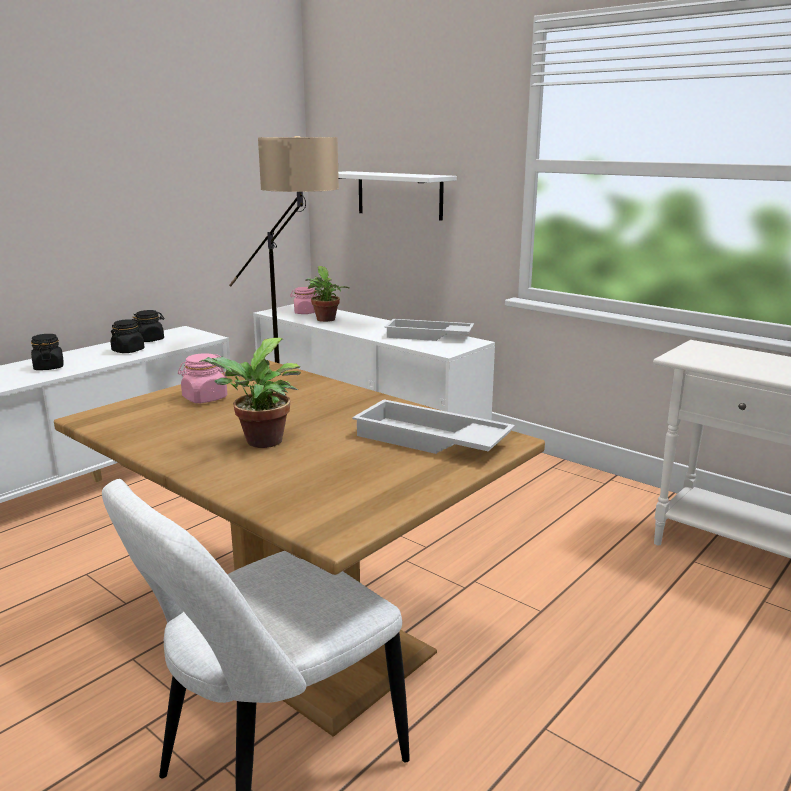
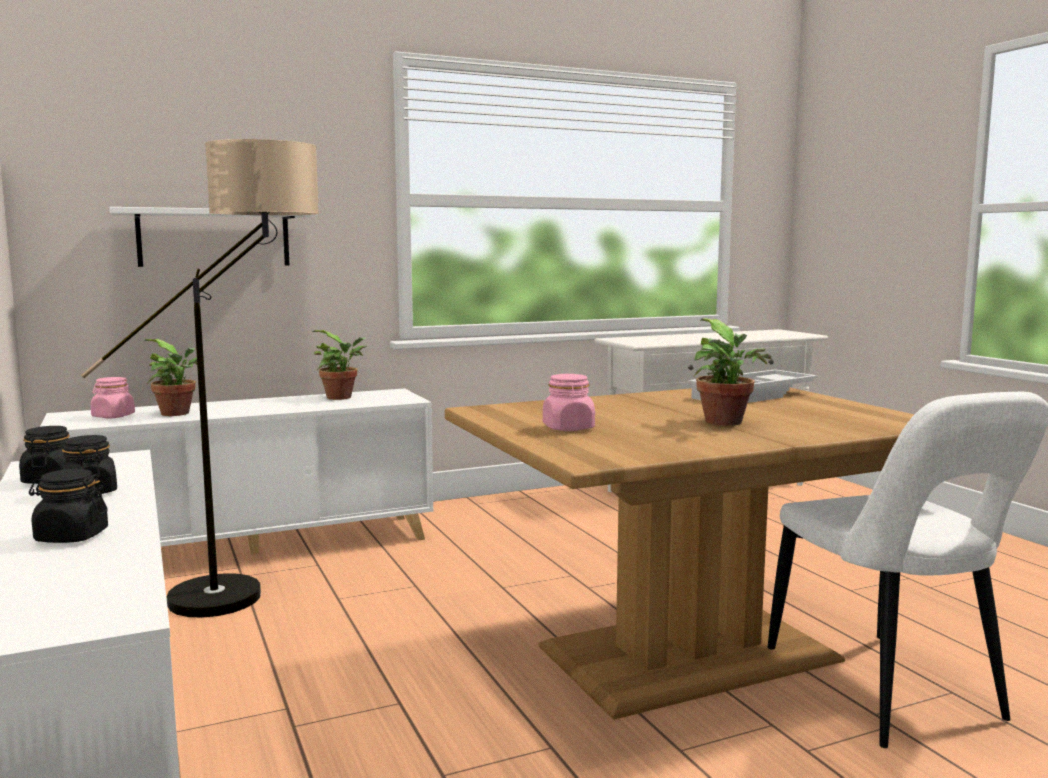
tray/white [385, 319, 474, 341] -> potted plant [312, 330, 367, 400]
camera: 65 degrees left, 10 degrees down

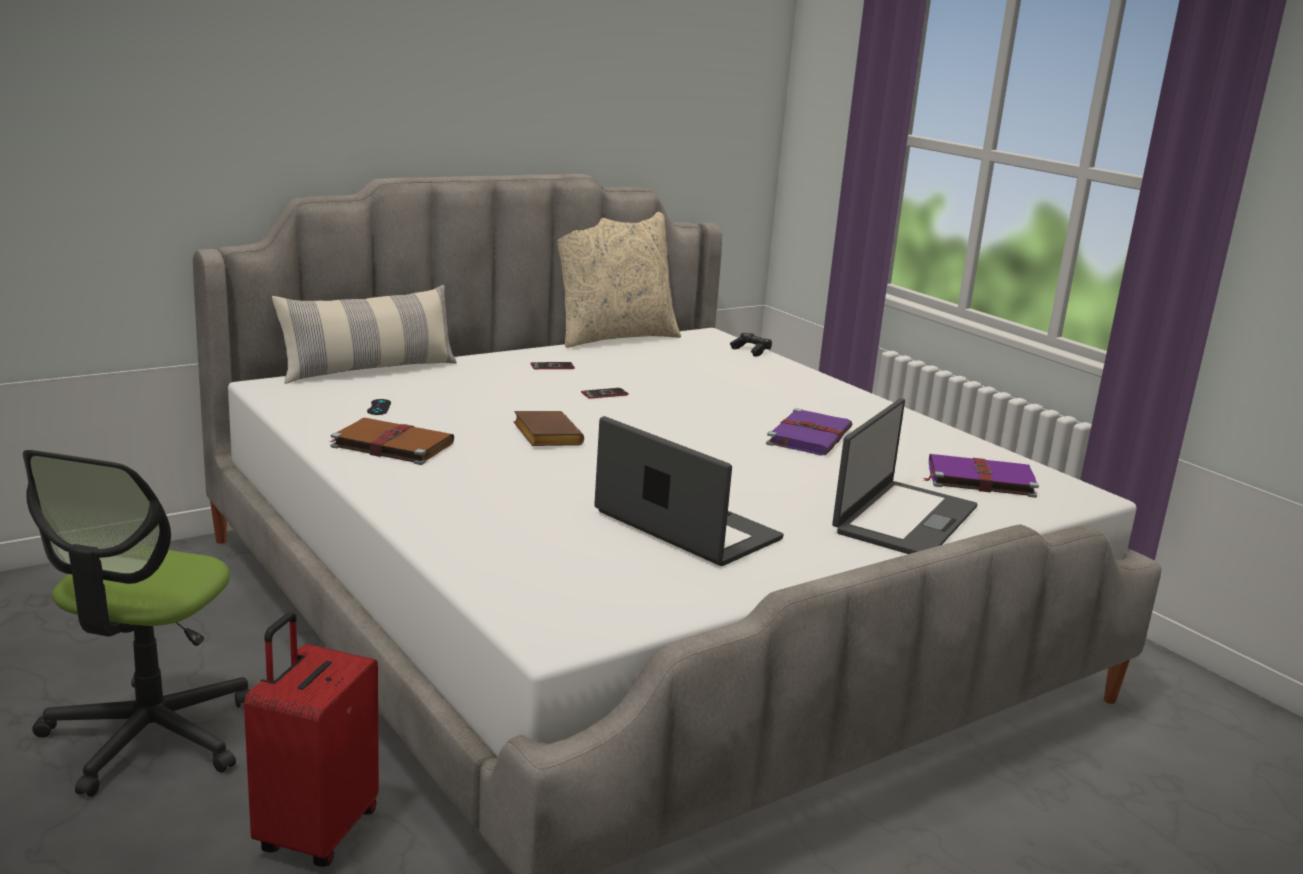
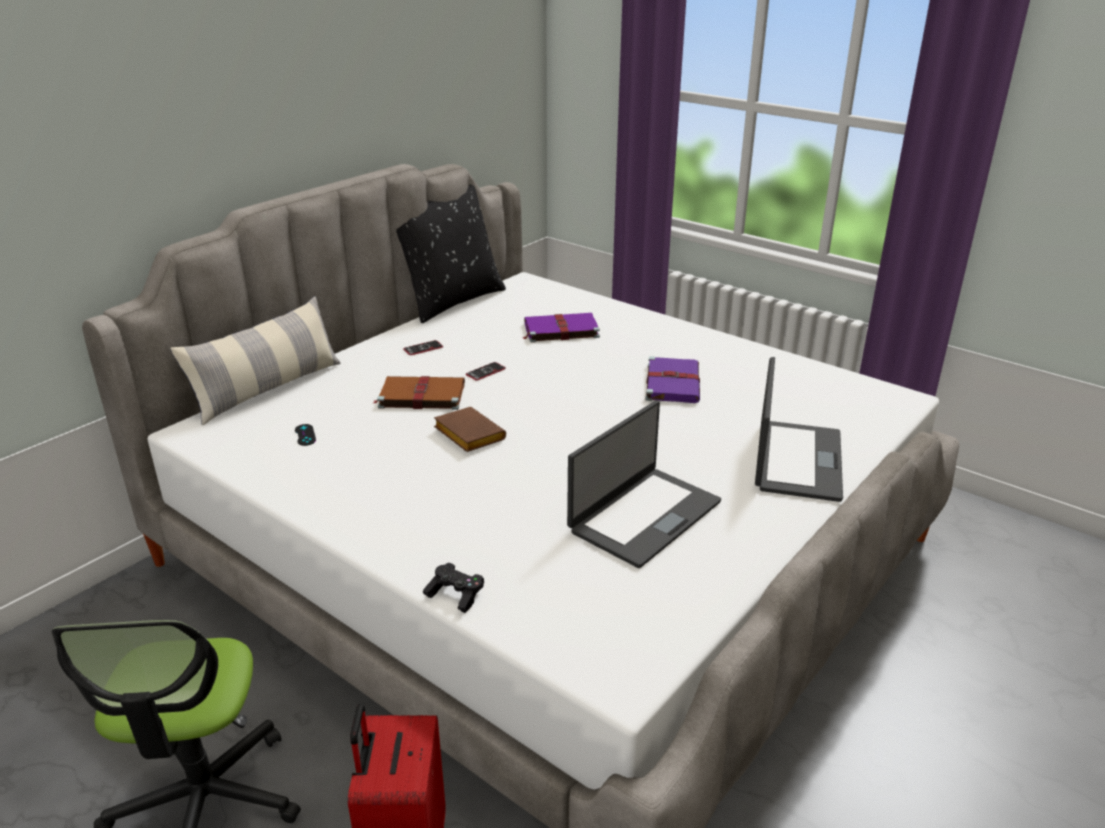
book/brown [329, 418, 454, 465] -> book/brown [373, 376, 465, 410], shifted
game controller/black [730, 333, 772, 357] -> game controller/black [423, 563, 484, 613], shifted
book/purple [923, 454, 1039, 498] -> book/purple [523, 313, 600, 342], shifted
pillow/beige [557, 212, 681, 348] -> pillow/black [396, 184, 506, 323]
laptop [594, 416, 784, 566] -> laptop [567, 401, 721, 568], 105 degrees clockwise
camera: 15 degrees left, 10 degrees up

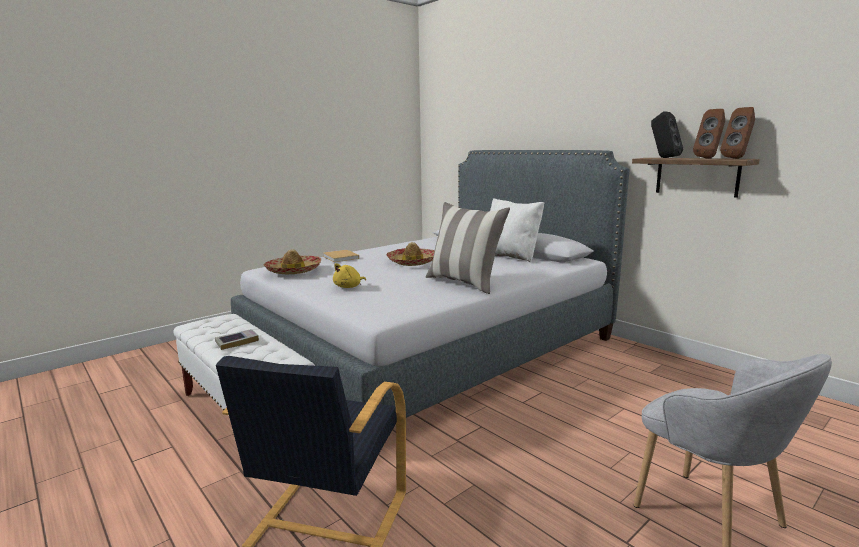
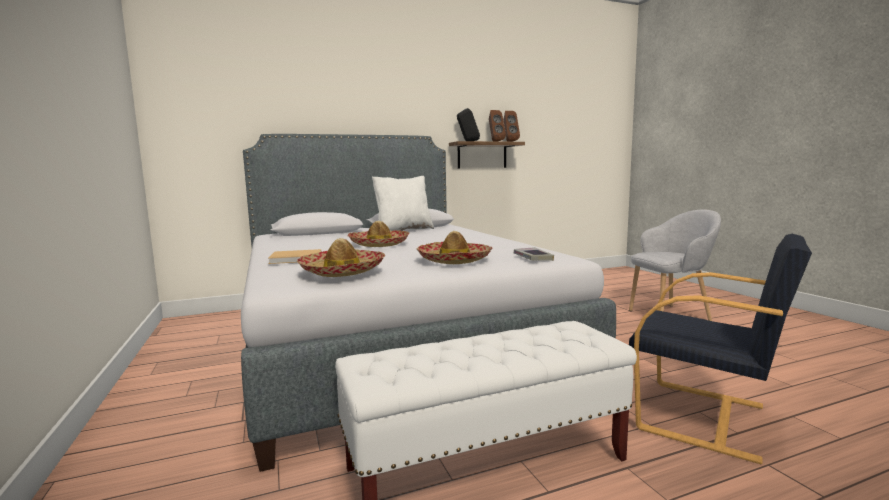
pillow [426, 202, 510, 294] -> none
book [215, 329, 259, 350] -> book [514, 247, 554, 261], shifted
plush toy/yellow [333, 263, 366, 288] -> hat [417, 231, 492, 264]
camera: 70 degrees left, 5 degrees down

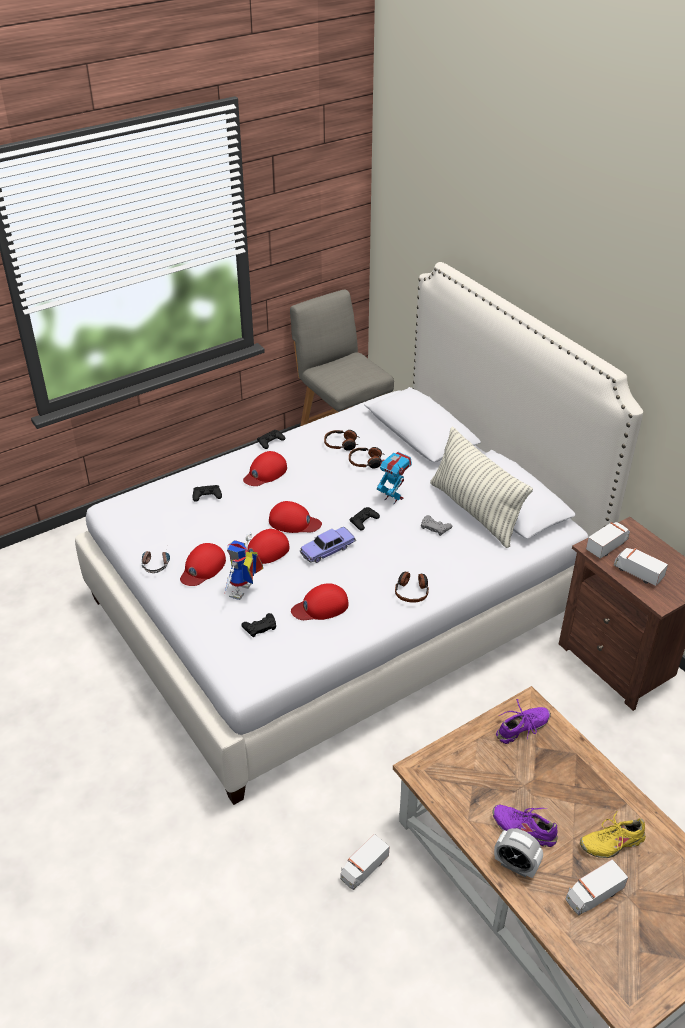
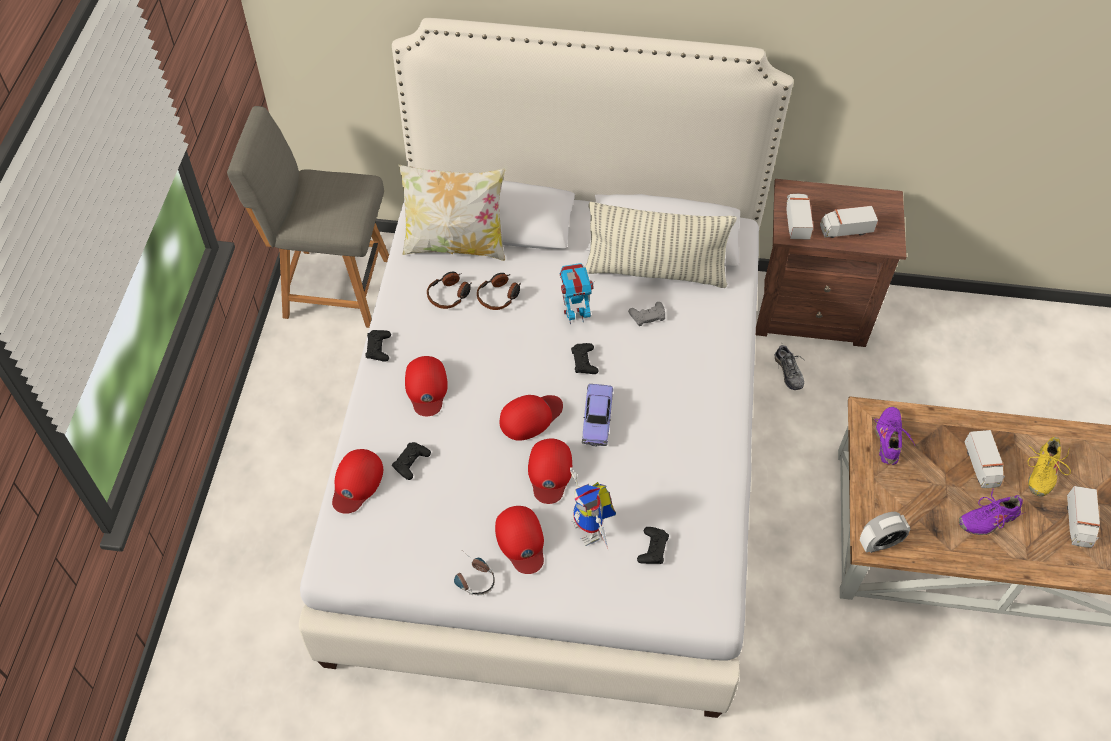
headphones [395, 571, 429, 603] -> none
none -> pillow [398, 165, 505, 261]
none -> shoe [775, 345, 805, 390]
cap/red [291, 583, 349, 620] -> cap/red [332, 449, 383, 514], shifted
toy truck [340, 834, 390, 890] -> toy truck [964, 430, 1005, 488], shifted
alarm clock [494, 828, 543, 878] -> alarm clock [860, 512, 910, 553], shifted
camera: 50 degrees left, 15 degrees up

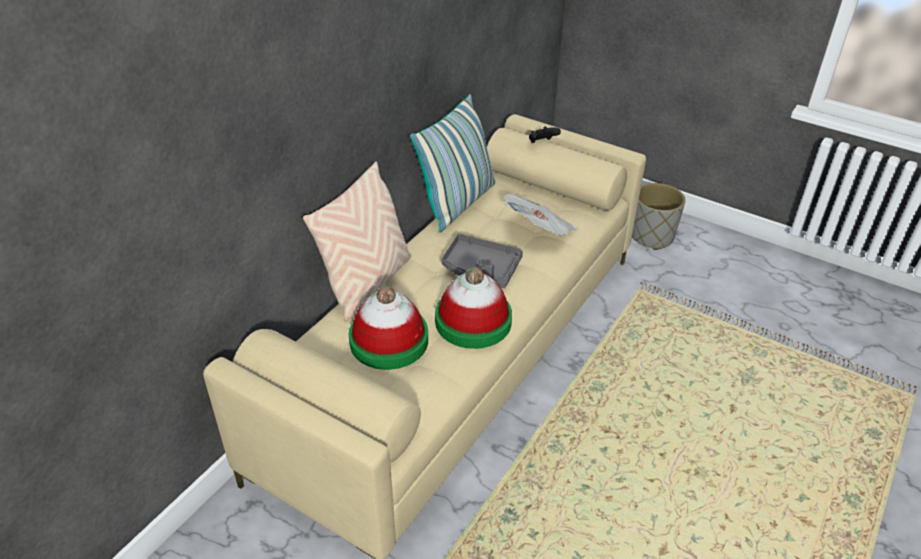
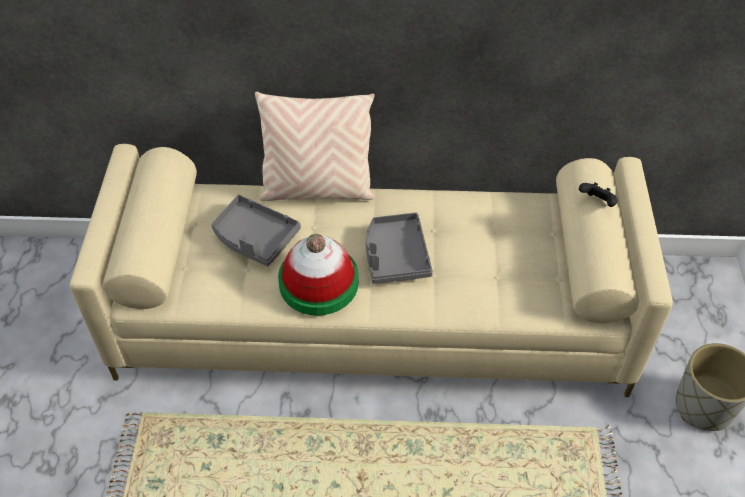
pillow [410, 94, 495, 233] -> none
newspaper [503, 194, 579, 236] -> none
hat [349, 286, 428, 370] -> tray/grey [211, 195, 301, 267]
camera: 60 degrees right, 10 degrees up

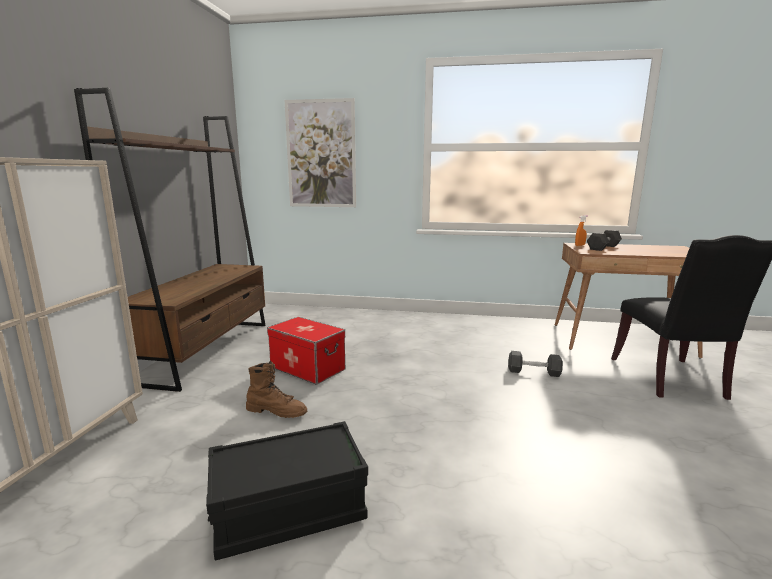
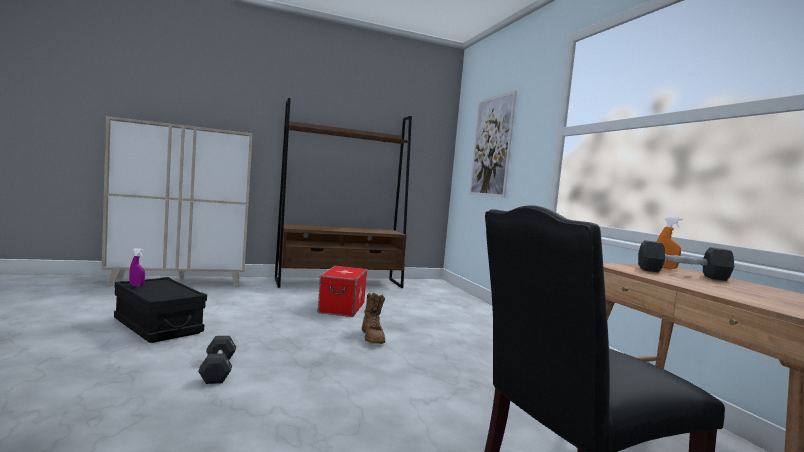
none -> spray bottle/purple [129, 248, 145, 286]
boot/brown [246, 361, 307, 418] -> boot/brown [362, 293, 385, 344], shifted
dumbbell/black [508, 351, 563, 377] -> dumbbell/black [198, 336, 236, 384], shifted
camera: 60 degrees right, 10 degrees down

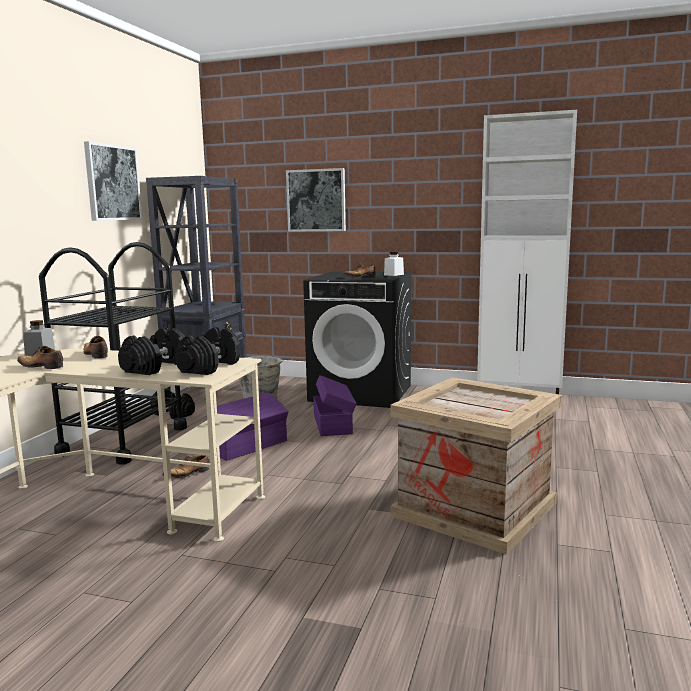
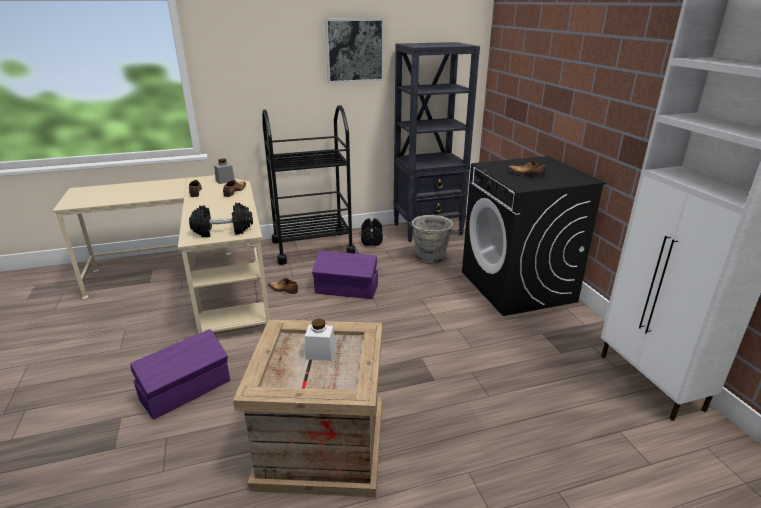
dumbbell/black [118, 327, 185, 375] -> none
picture [286, 168, 346, 232] -> none
storage box/purple [313, 375, 357, 436] -> storage box/purple [130, 329, 230, 420], shifted
jar/white [384, 252, 404, 276] -> jar/white [305, 319, 335, 361], shifted
camera: 55 degrees right, 15 degrees up

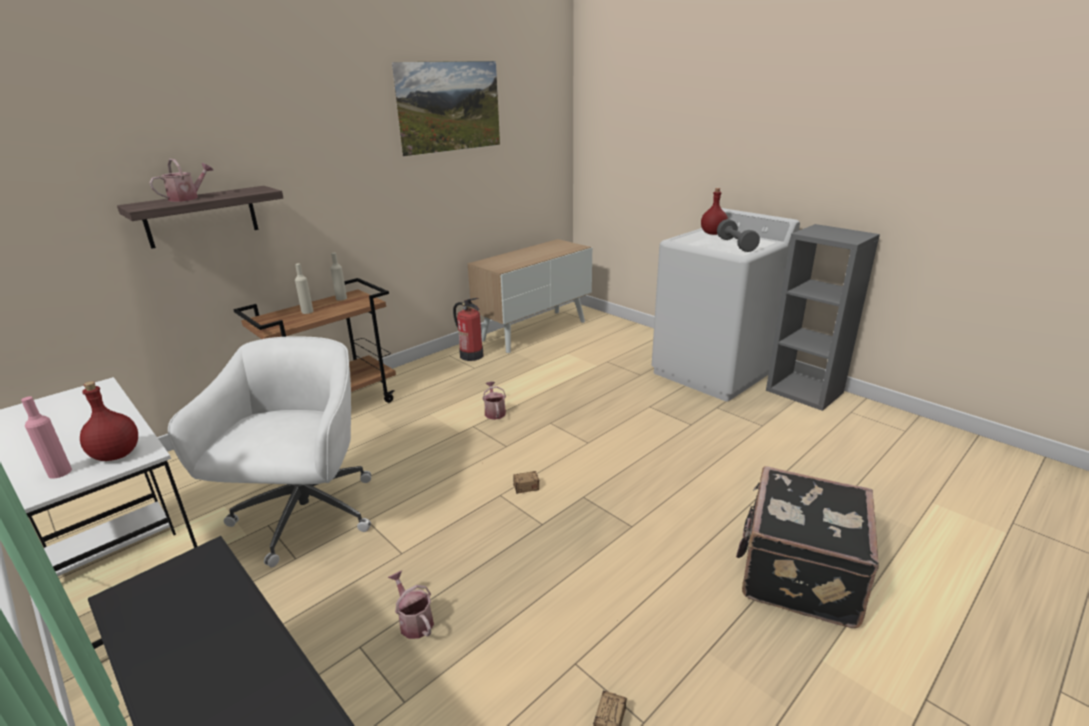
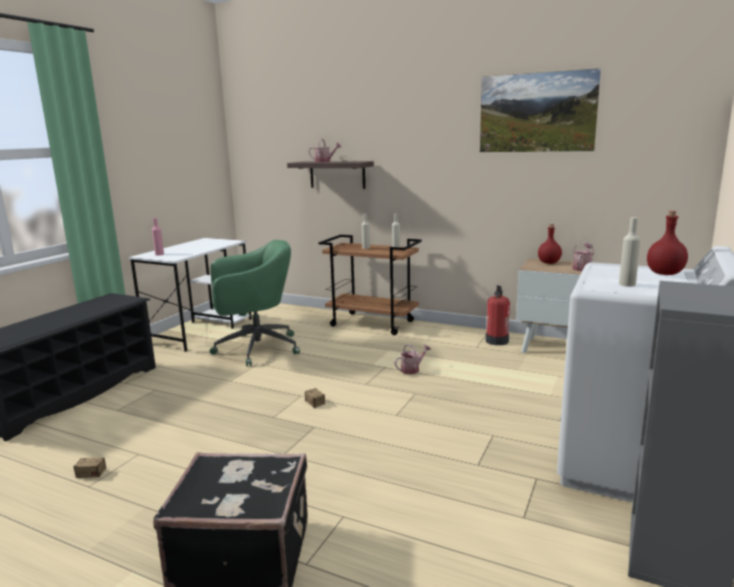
bottle/red [80, 381, 138, 461] -> bottle/red [538, 224, 562, 264], shifted
watering can [388, 571, 434, 639] -> watering can [572, 242, 594, 271], shifted
dumbbell/grey [717, 219, 760, 252] -> bottle/beige [619, 217, 641, 287]
office chair/white [168, 336, 371, 567] -> office chair/green [209, 240, 300, 367]
camera: 70 degrees right, 10 degrees down

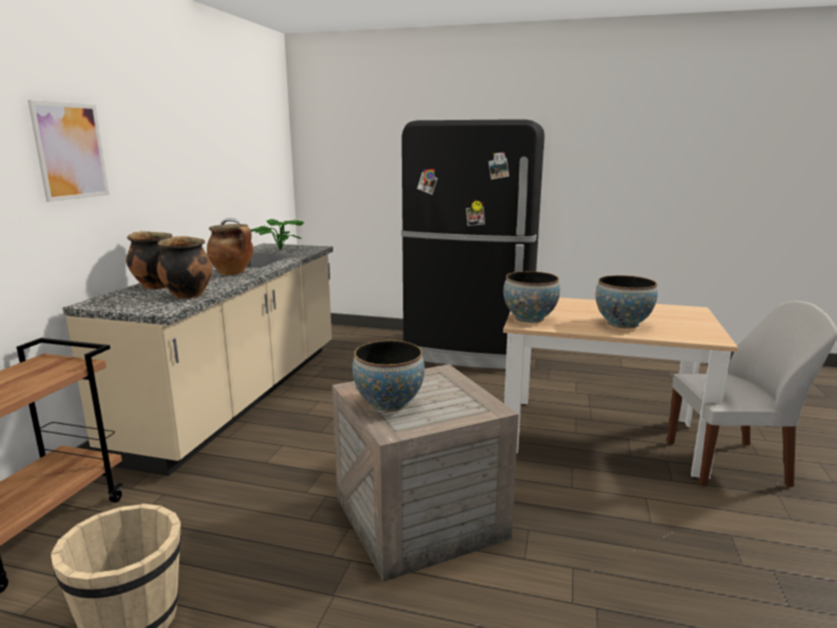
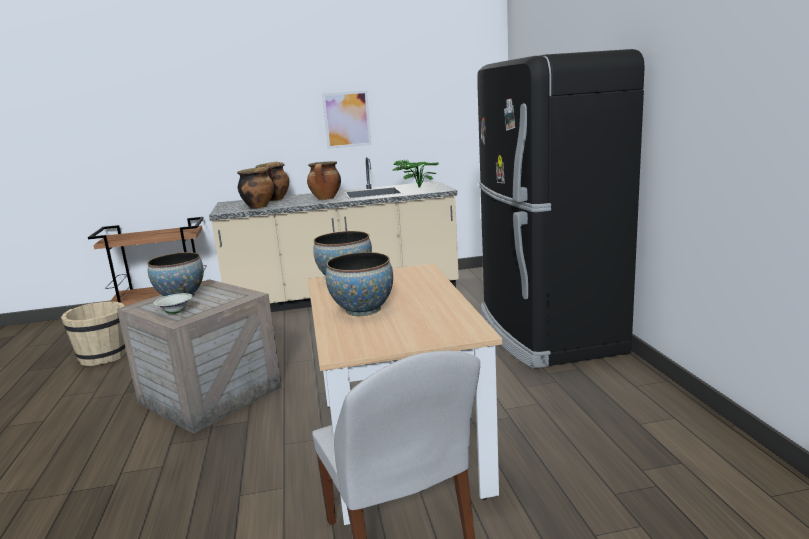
none -> bowl/white [153, 293, 192, 314]
picture [28, 100, 109, 202] -> picture [322, 91, 372, 149], shifted
camera: 65 degrees right, 0 degrees up

